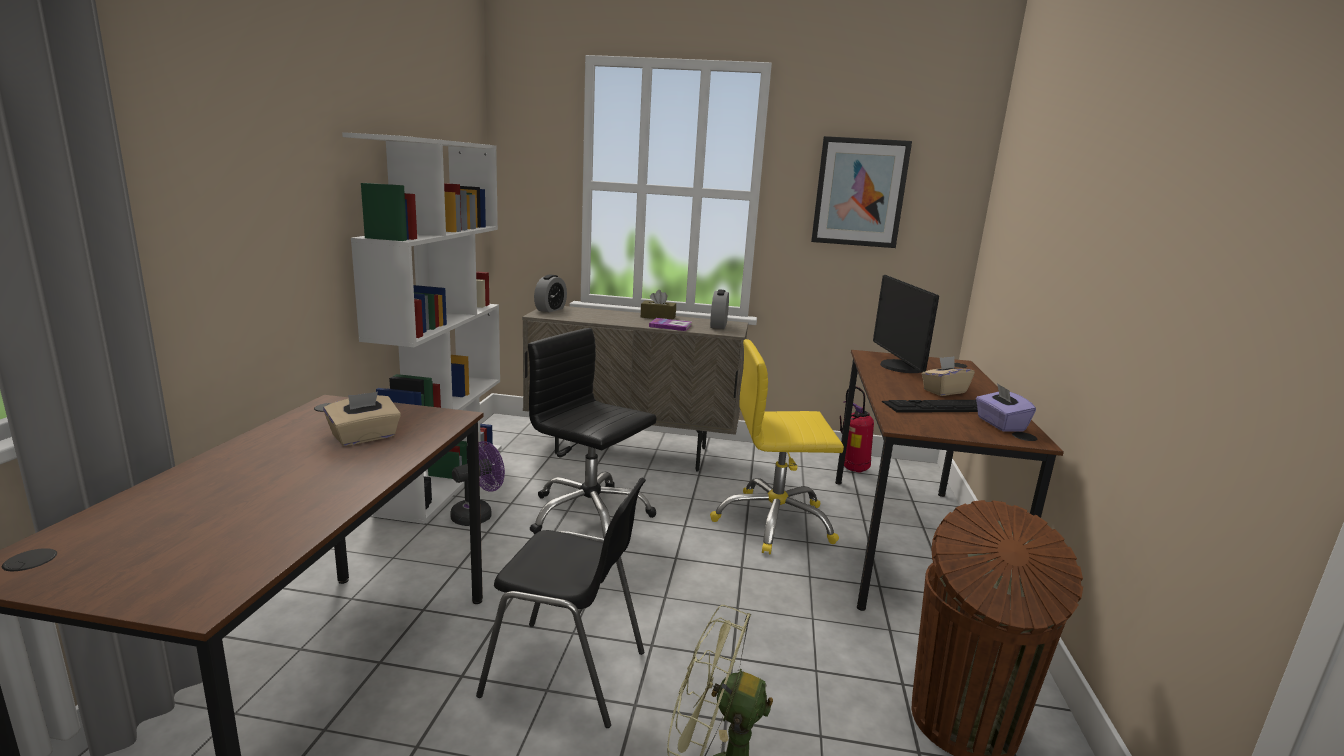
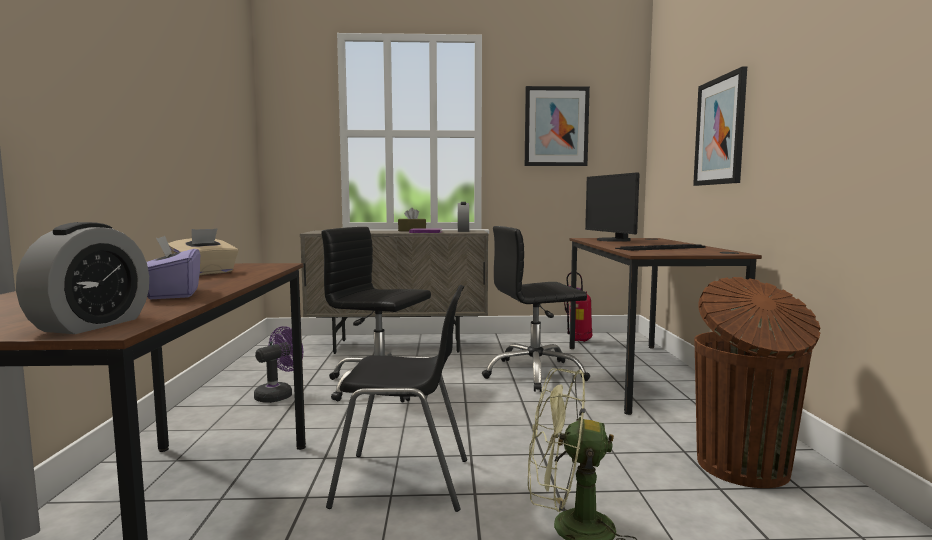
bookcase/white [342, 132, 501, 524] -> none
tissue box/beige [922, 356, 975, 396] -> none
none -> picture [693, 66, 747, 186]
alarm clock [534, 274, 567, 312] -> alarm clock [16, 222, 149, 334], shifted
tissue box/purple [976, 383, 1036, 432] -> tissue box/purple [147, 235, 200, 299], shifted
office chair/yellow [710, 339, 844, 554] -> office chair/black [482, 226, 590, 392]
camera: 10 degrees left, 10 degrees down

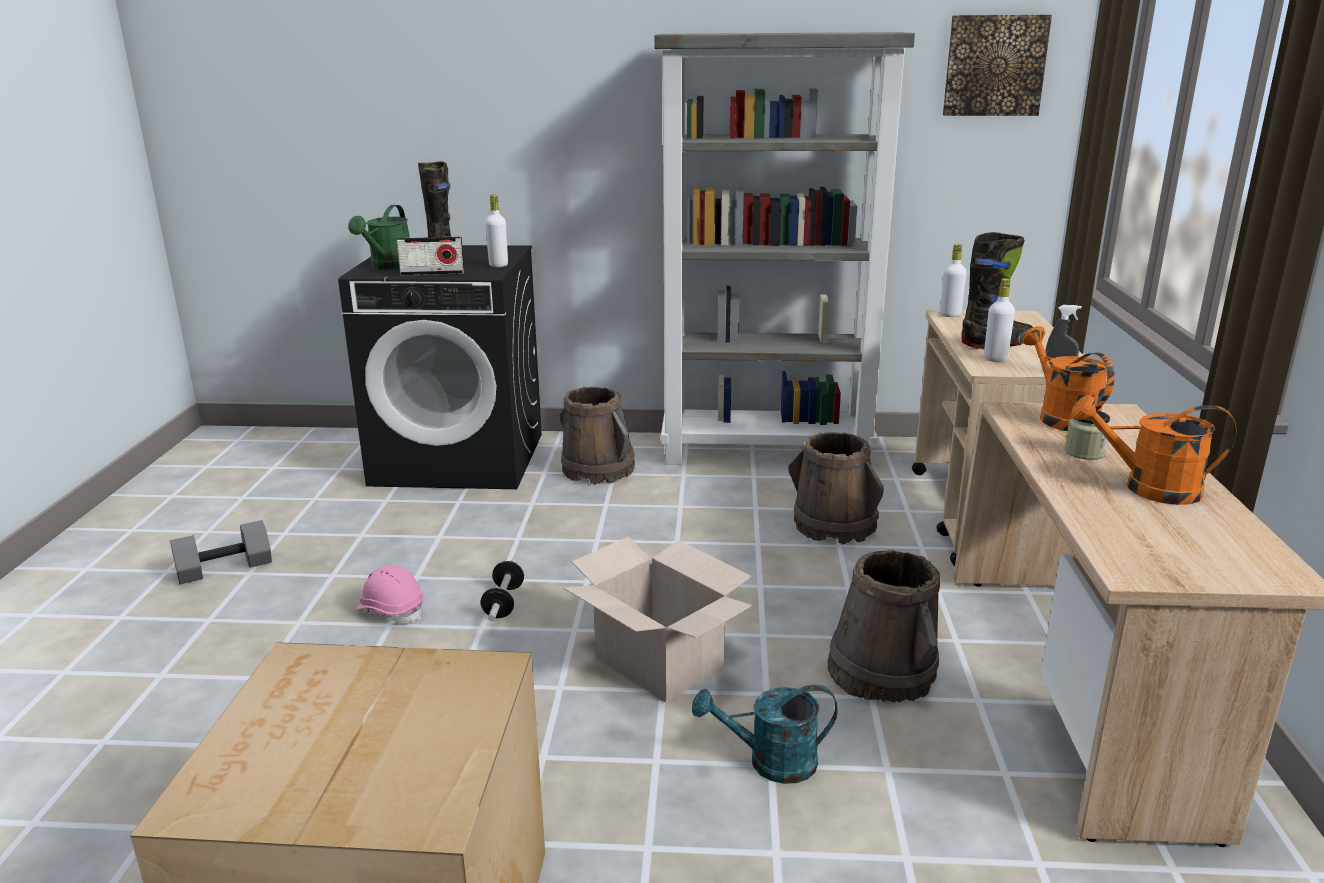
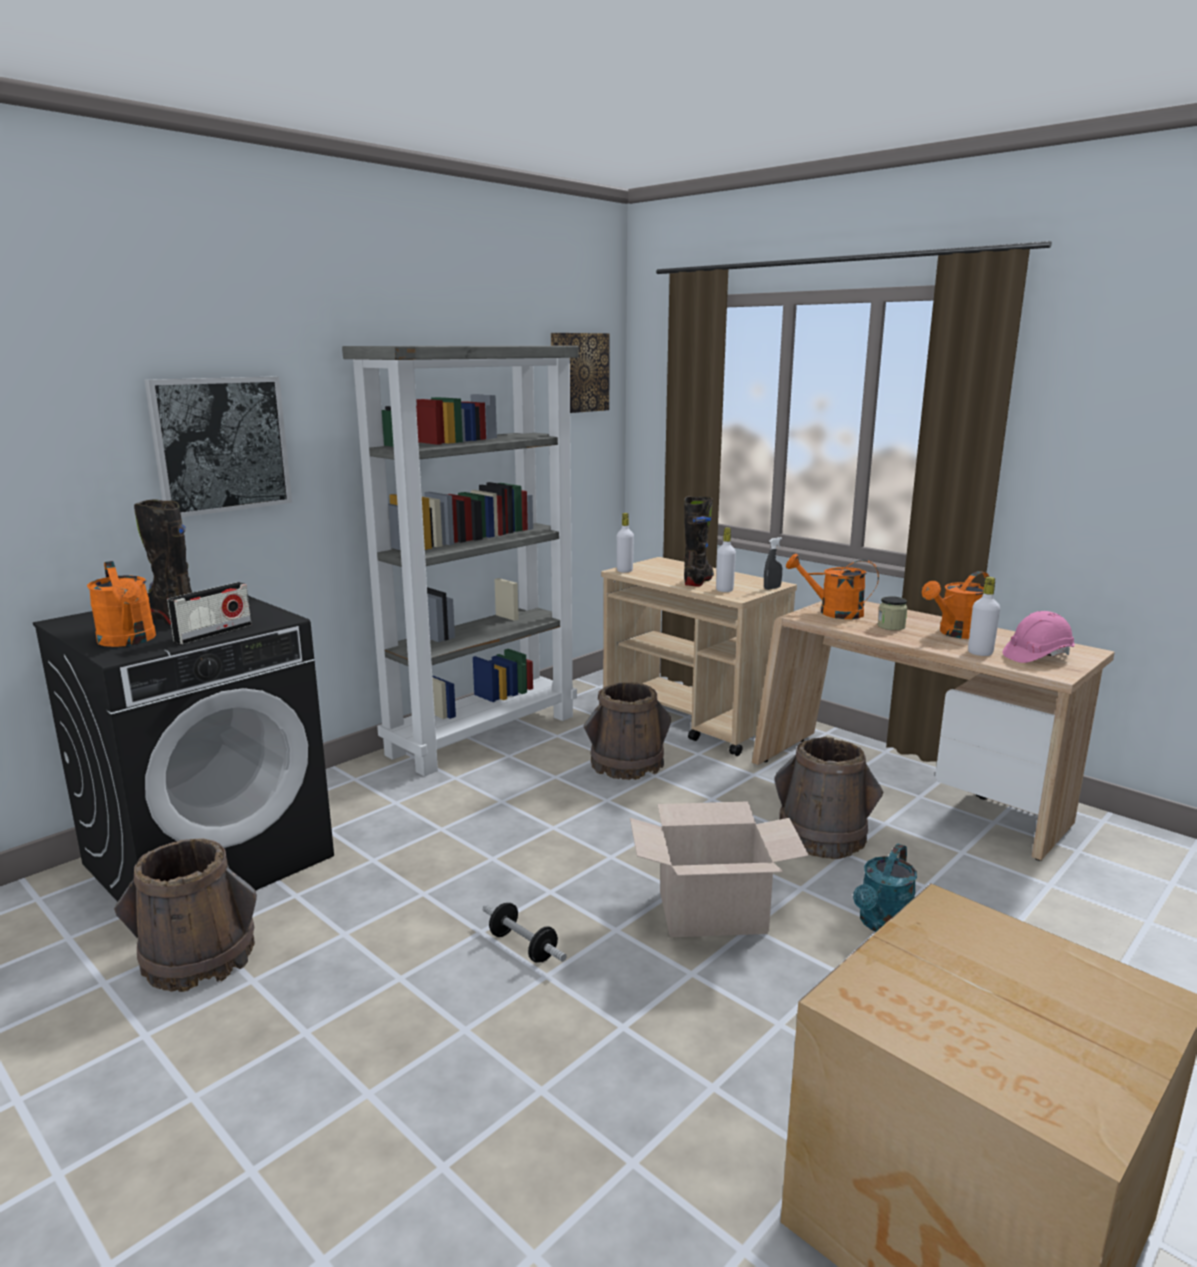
dumbbell/grey [170, 520, 272, 584] -> none
none -> picture [145, 377, 292, 517]
hard hat/pink [355, 565, 424, 623] -> hard hat/pink [1002, 611, 1075, 663], shifted
bottle/white [485, 195, 508, 267] -> bottle/white [968, 577, 1000, 656], shifted
bucket/brown [560, 386, 635, 485] -> bucket/brown [114, 838, 257, 992], shifted
watering can/green [348, 205, 410, 270] -> watering can/orange [87, 561, 156, 647]
camera: 50 degrees left, 5 degrees down

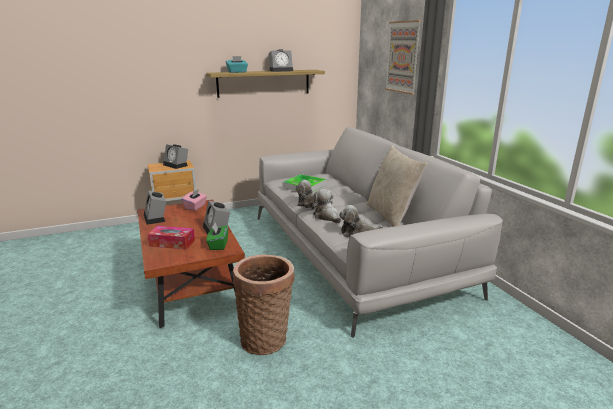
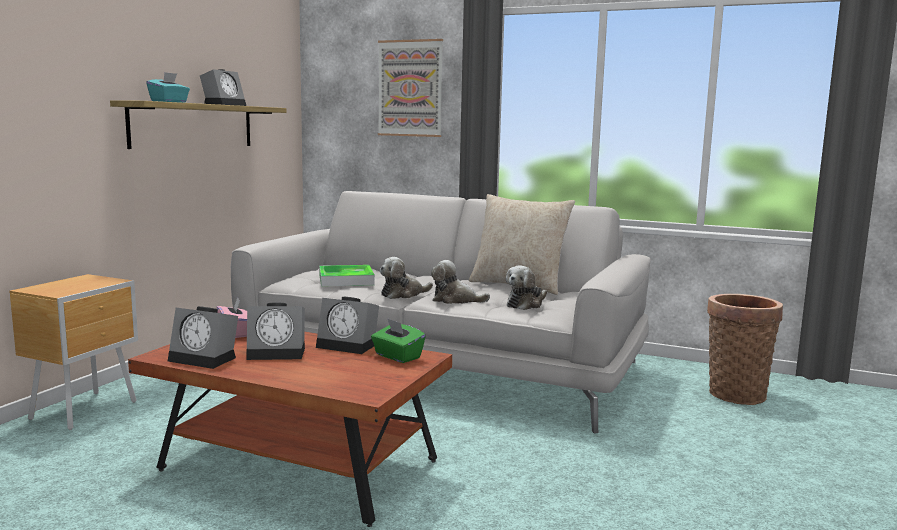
tissue box [147, 226, 195, 250] -> none
alarm clock [163, 144, 188, 169] -> alarm clock [246, 302, 305, 360], shifted
basket [233, 254, 295, 355] -> basket [707, 294, 783, 405], shifted
camera: 45 degrees left, 10 degrees down

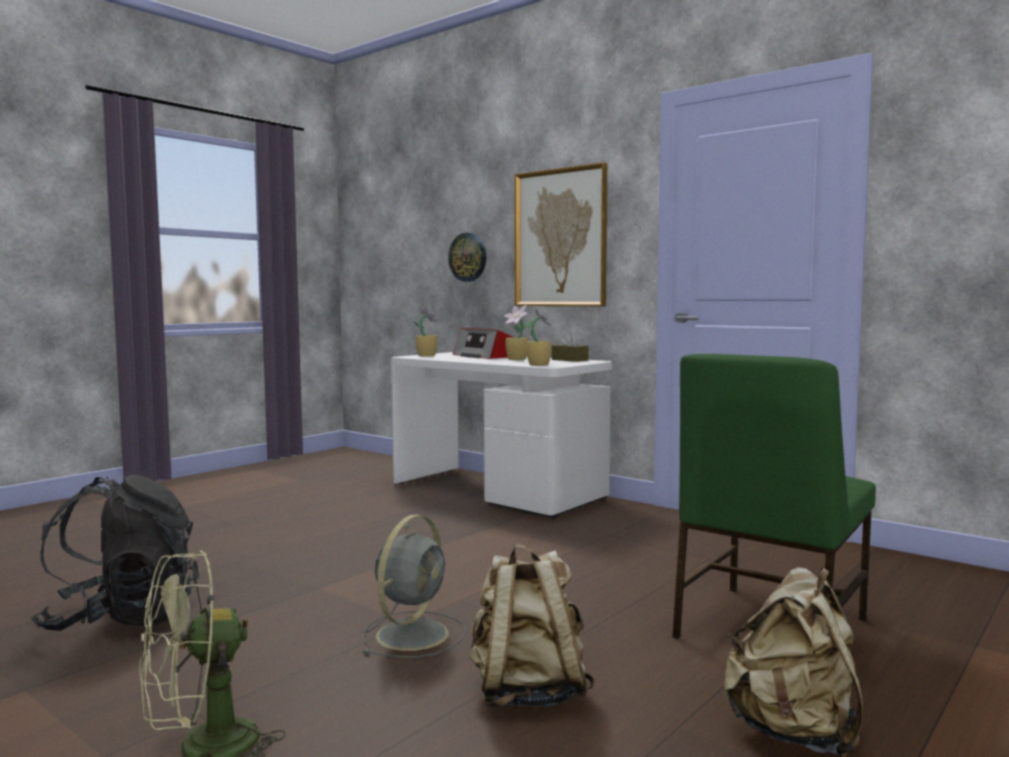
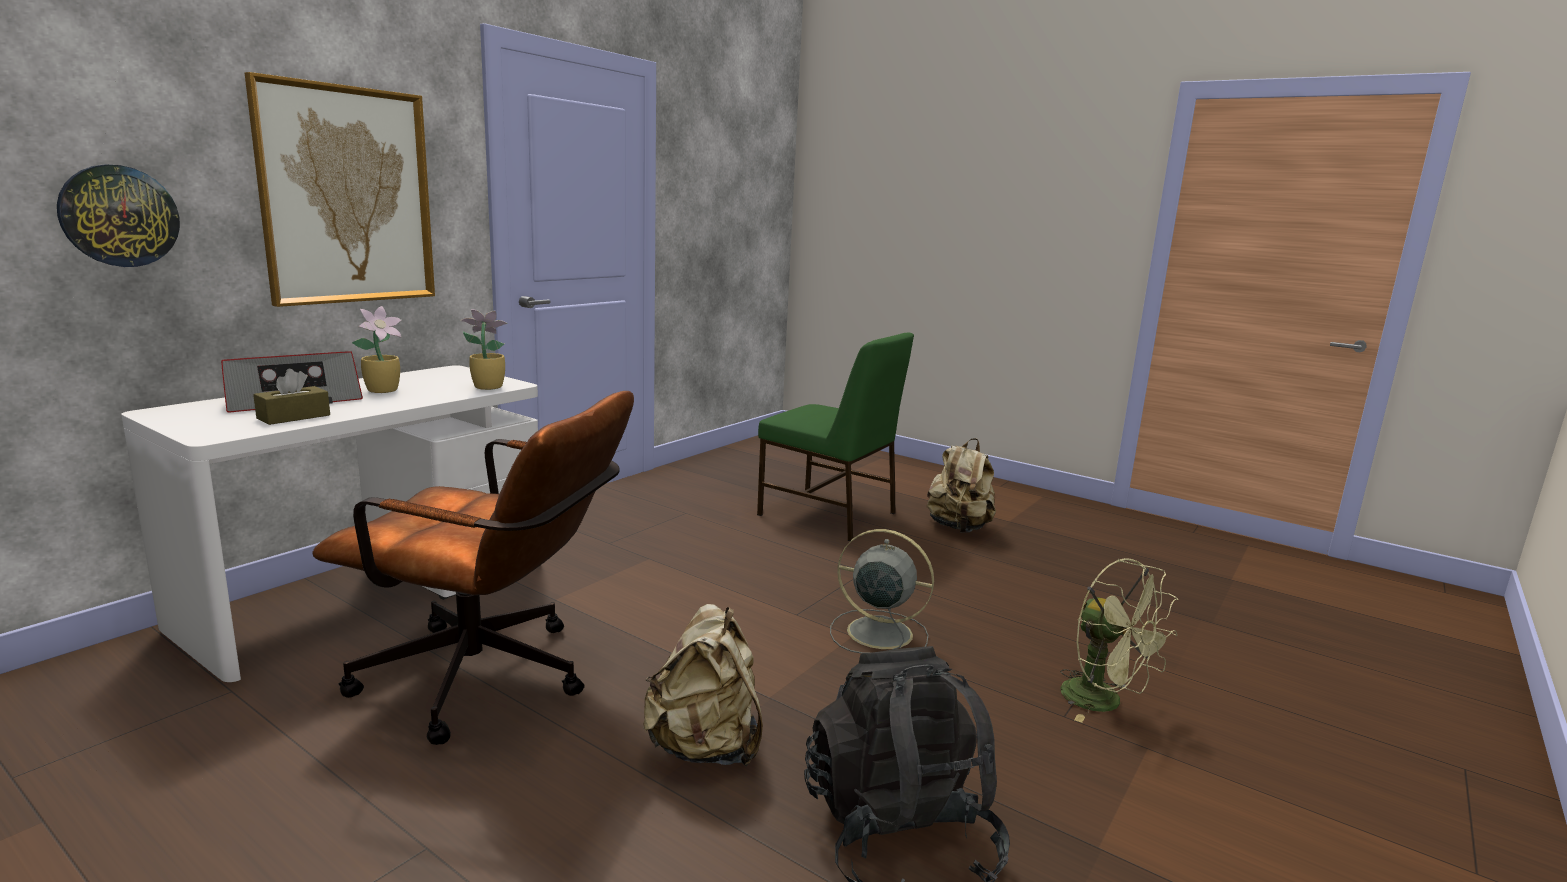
potted plant [413, 305, 438, 357] -> none
none -> office chair/brown [312, 391, 634, 745]
backpack/beige [469, 544, 595, 708] -> backpack/beige [643, 604, 763, 766], shifted
tissue box/brown [552, 331, 589, 362] -> tissue box/brown [253, 369, 330, 425], shifted
camera: 95 degrees left, 10 degrees up

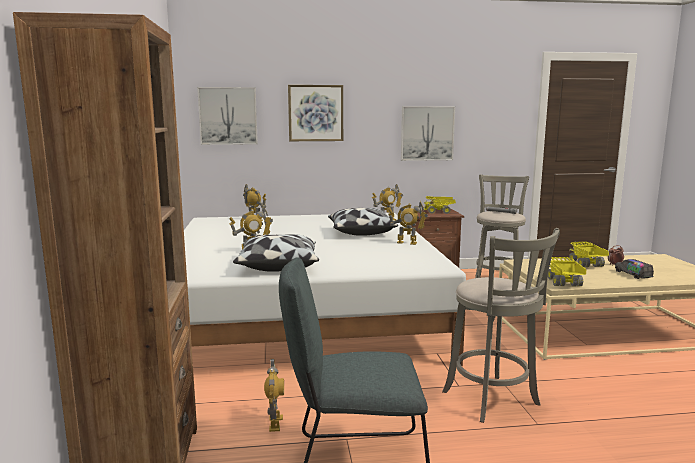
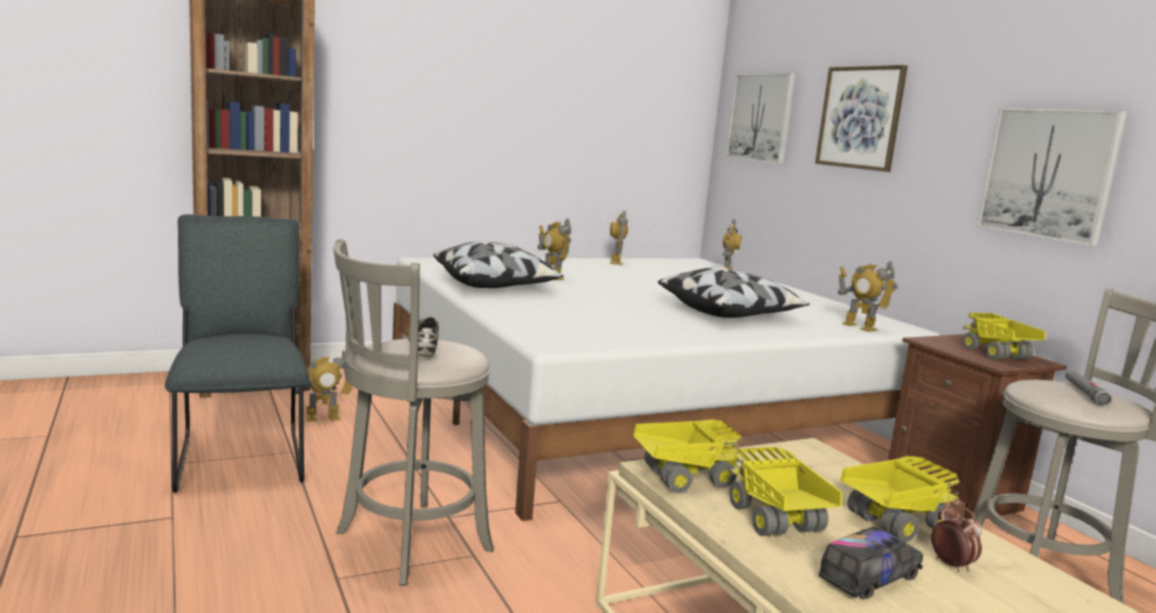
none -> shoe [407, 317, 439, 357]
none -> toy truck [729, 447, 842, 536]
toy robot [388, 201, 428, 245] -> toy robot [610, 211, 628, 265], shifted
camera: 70 degrees right, 0 degrees up

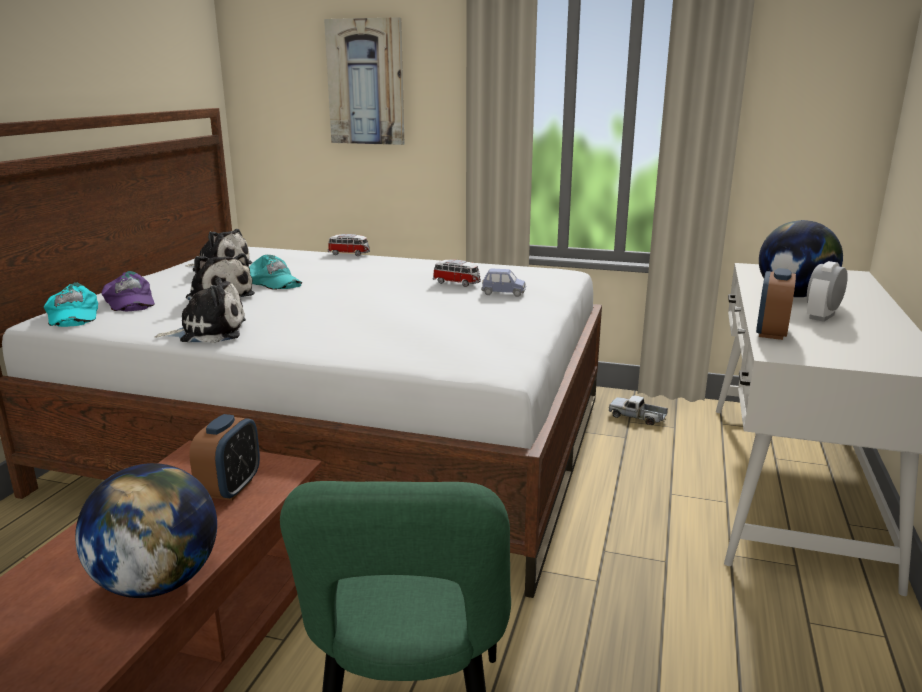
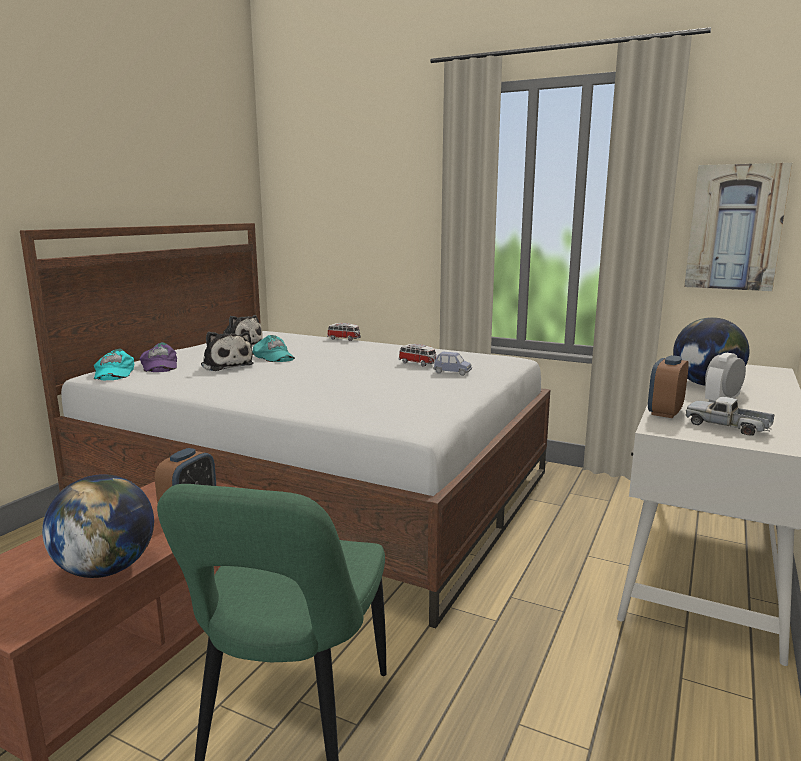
plush toy [154, 277, 246, 343] -> none
picture [324, 17, 405, 145] -> picture [684, 163, 792, 291], shifted
toy truck [609, 395, 668, 425] -> toy truck [685, 397, 774, 436], shifted
camera: 10 degrees right, 5 degrees down

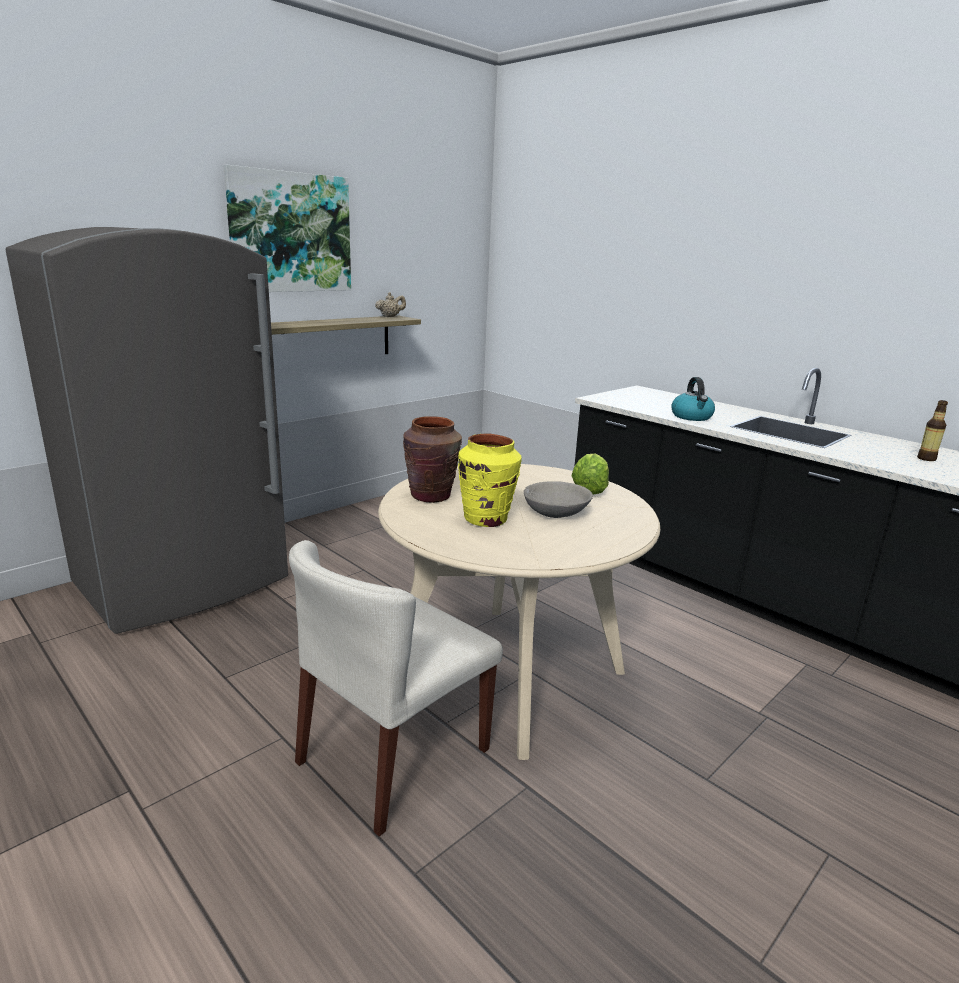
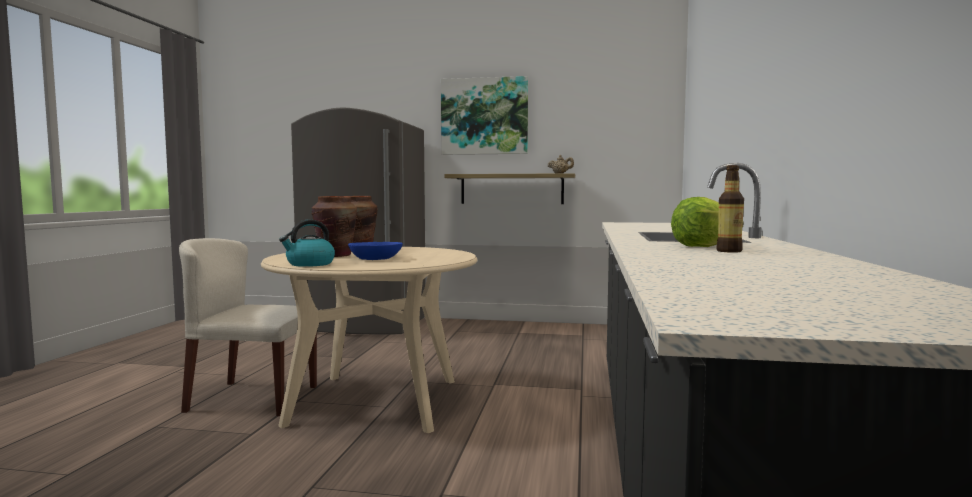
lettuce [571, 454, 609, 494] -> lettuce [671, 197, 743, 247], shifted
kettle [671, 377, 715, 421] -> kettle [279, 219, 335, 267], shifted
vase/yellow [458, 434, 522, 527] -> vase/brown [311, 196, 357, 257]
bowl/grey [524, 481, 593, 518] -> bowl/blue [348, 242, 403, 260]
camera: 55 degrees right, 15 degrees down

